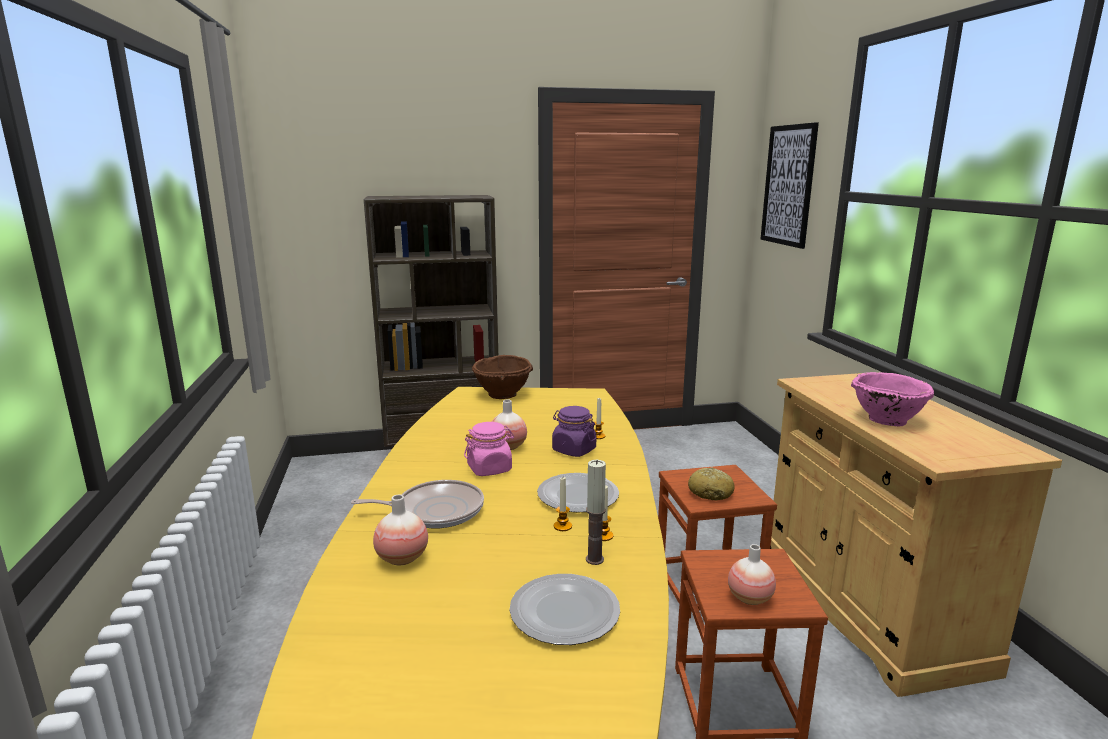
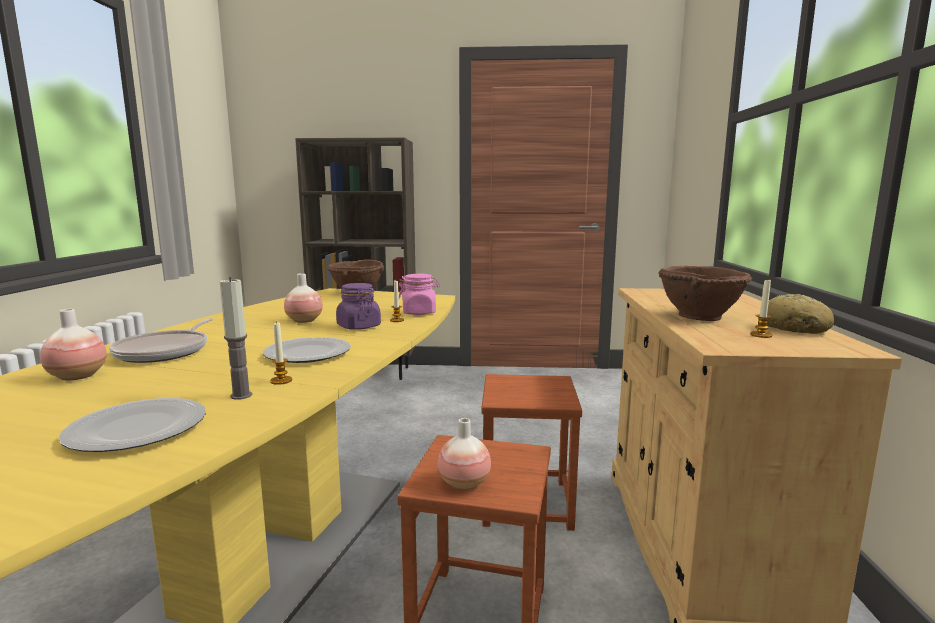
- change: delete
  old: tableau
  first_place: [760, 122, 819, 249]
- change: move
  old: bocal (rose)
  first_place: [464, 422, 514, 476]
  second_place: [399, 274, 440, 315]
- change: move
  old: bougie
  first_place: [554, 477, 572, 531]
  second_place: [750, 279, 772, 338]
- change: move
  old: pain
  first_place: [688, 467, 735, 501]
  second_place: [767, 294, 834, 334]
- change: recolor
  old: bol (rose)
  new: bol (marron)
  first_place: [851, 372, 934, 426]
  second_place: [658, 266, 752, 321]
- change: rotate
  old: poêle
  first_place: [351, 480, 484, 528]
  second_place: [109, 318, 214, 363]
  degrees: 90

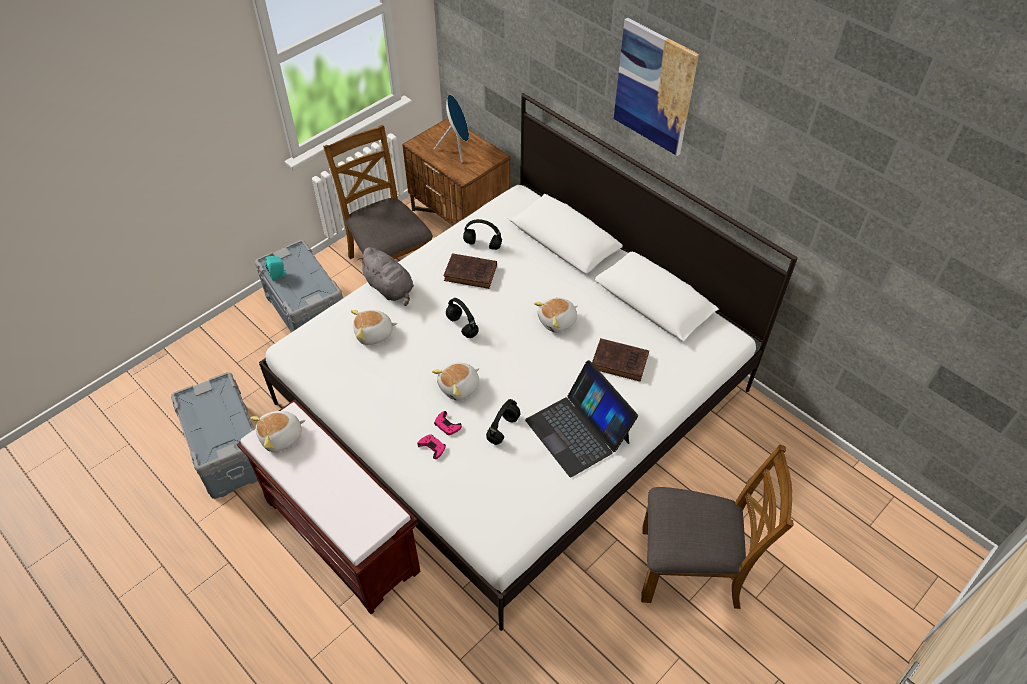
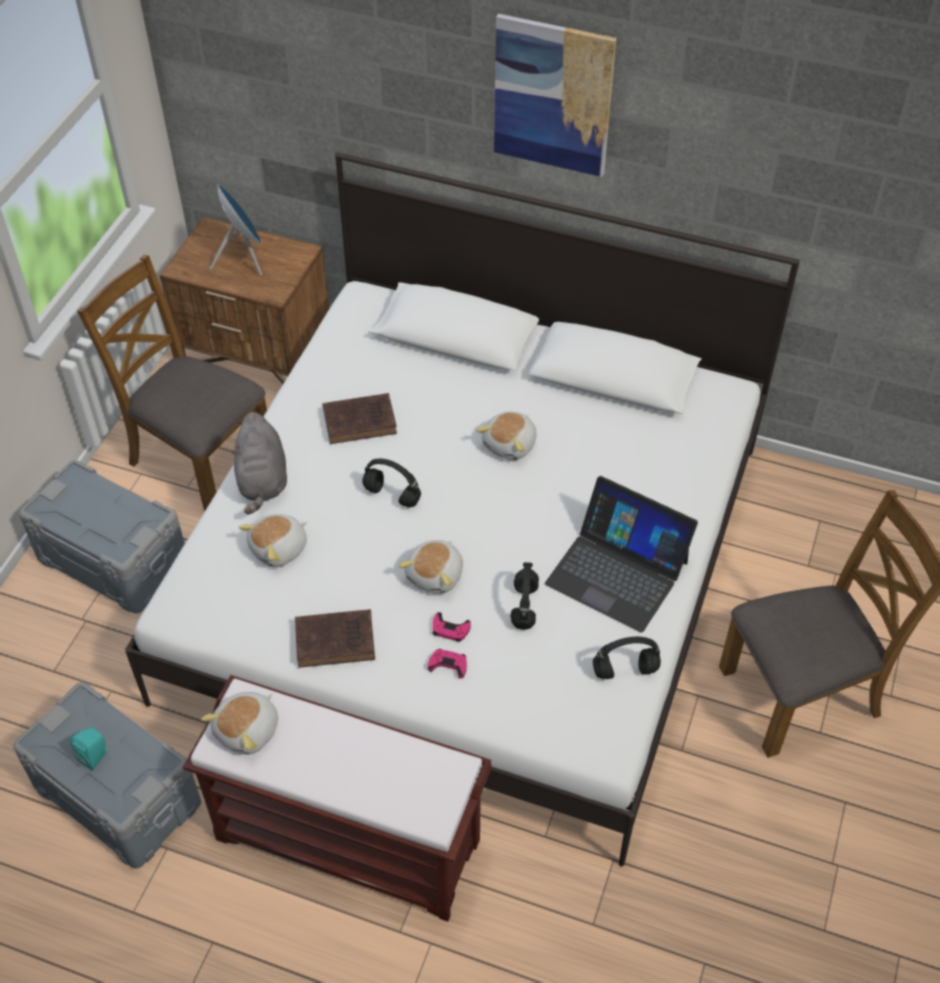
- change: move
  old: enceinte (turquoise)
  first_place: [265, 256, 286, 281]
  second_place: [70, 727, 107, 771]
- change: move
  old: casque audio (noir)
  first_place: [463, 219, 502, 250]
  second_place: [593, 637, 661, 679]
- change: move
  old: livre (marron)
  first_place: [592, 338, 649, 382]
  second_place: [295, 609, 375, 668]
- change: rotate
  old: peluche (gris)
  first_place: [357, 247, 414, 306]
  second_place: [232, 412, 287, 514]
  degrees: 60

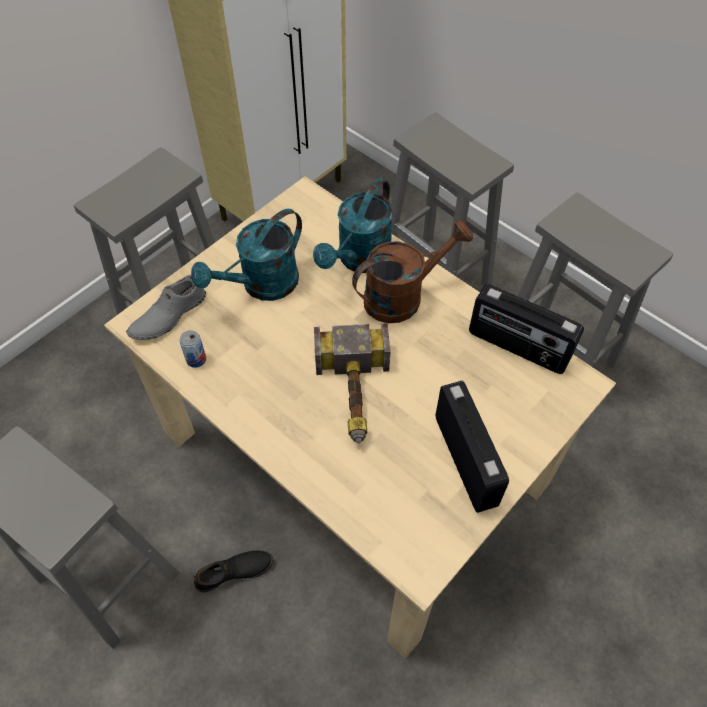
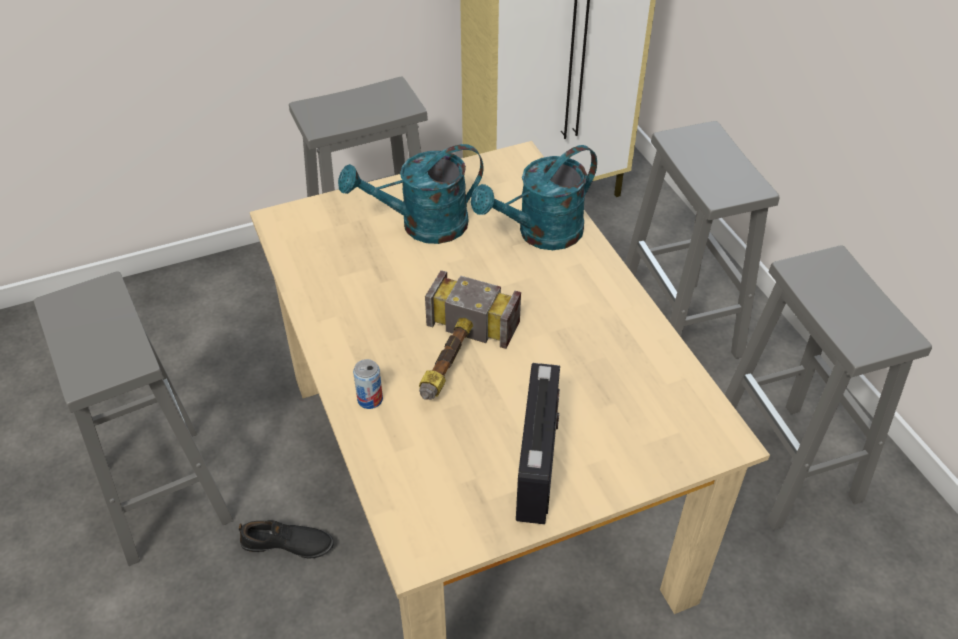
- change: delete
  old: chaussure (gris)
  first_place: [126, 275, 206, 340]
- change: delete
  old: arrosoir (marron)
  first_place: [352, 220, 473, 323]
- change: delete
  old: radio
  first_place: [469, 284, 584, 374]
- change: move
  old: boîte métallique
  first_place: [179, 330, 206, 368]
  second_place: [353, 359, 383, 409]

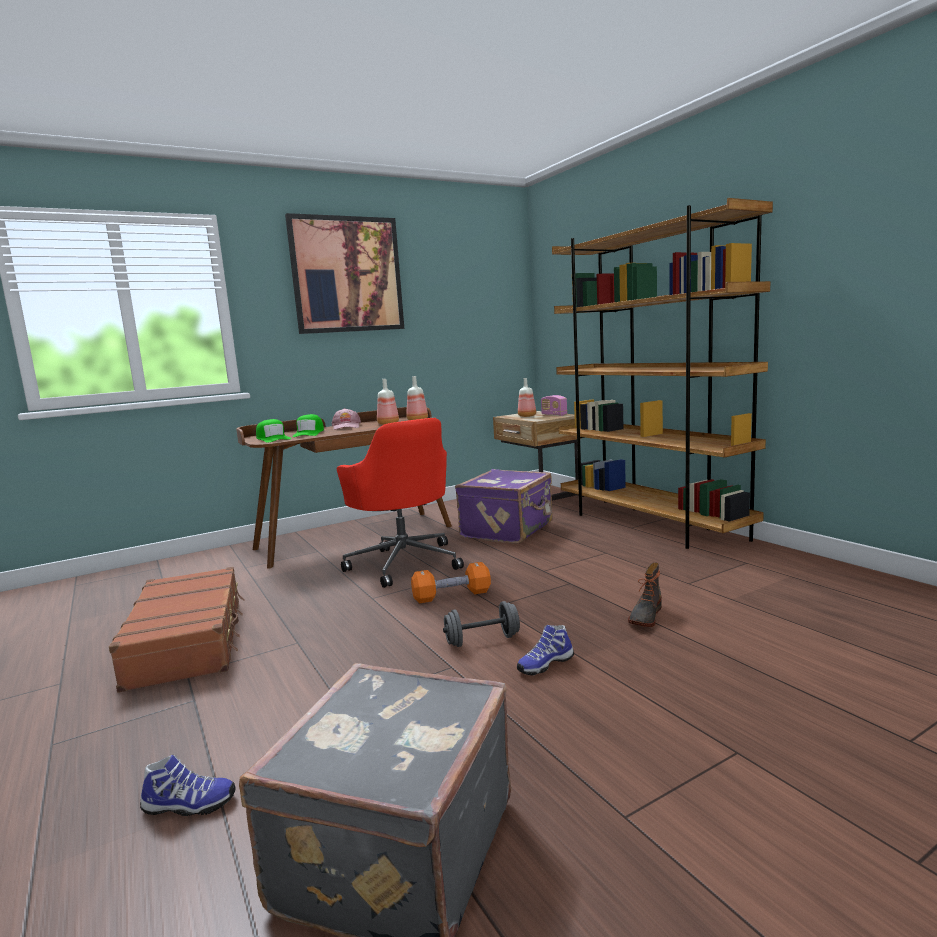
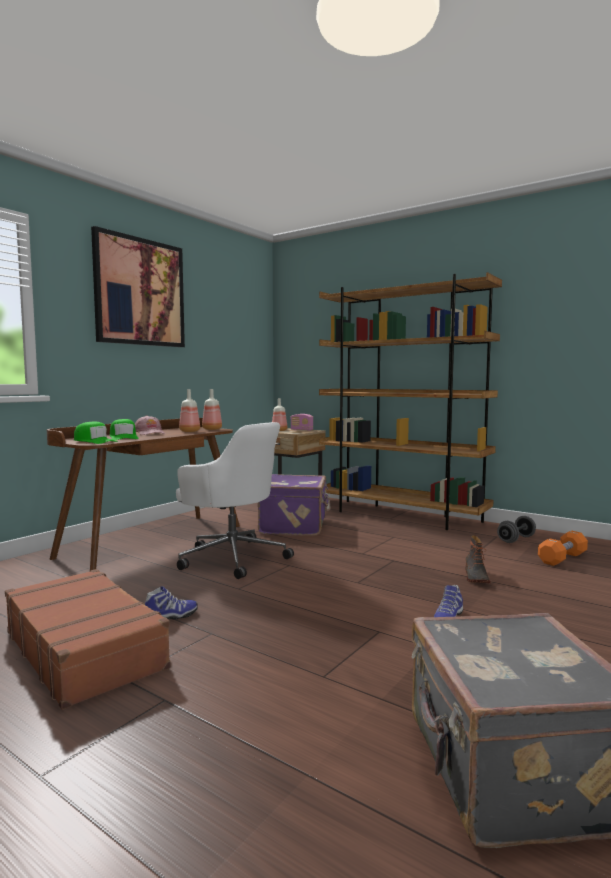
- change: move
  old: chaussure
  first_place: [140, 755, 236, 816]
  second_place: [145, 586, 198, 620]
- change: move
  old: haltère (orange)
  first_place: [411, 562, 491, 603]
  second_place: [538, 531, 588, 566]
- change: move
  old: haltère (gris)
  first_place: [443, 601, 520, 647]
  second_place: [497, 516, 536, 543]
- change: recolor
  old: chaise de bureau (rouge)
  new: chaise de bureau (blanc)
  first_place: [337, 418, 464, 588]
  second_place: [176, 422, 294, 579]

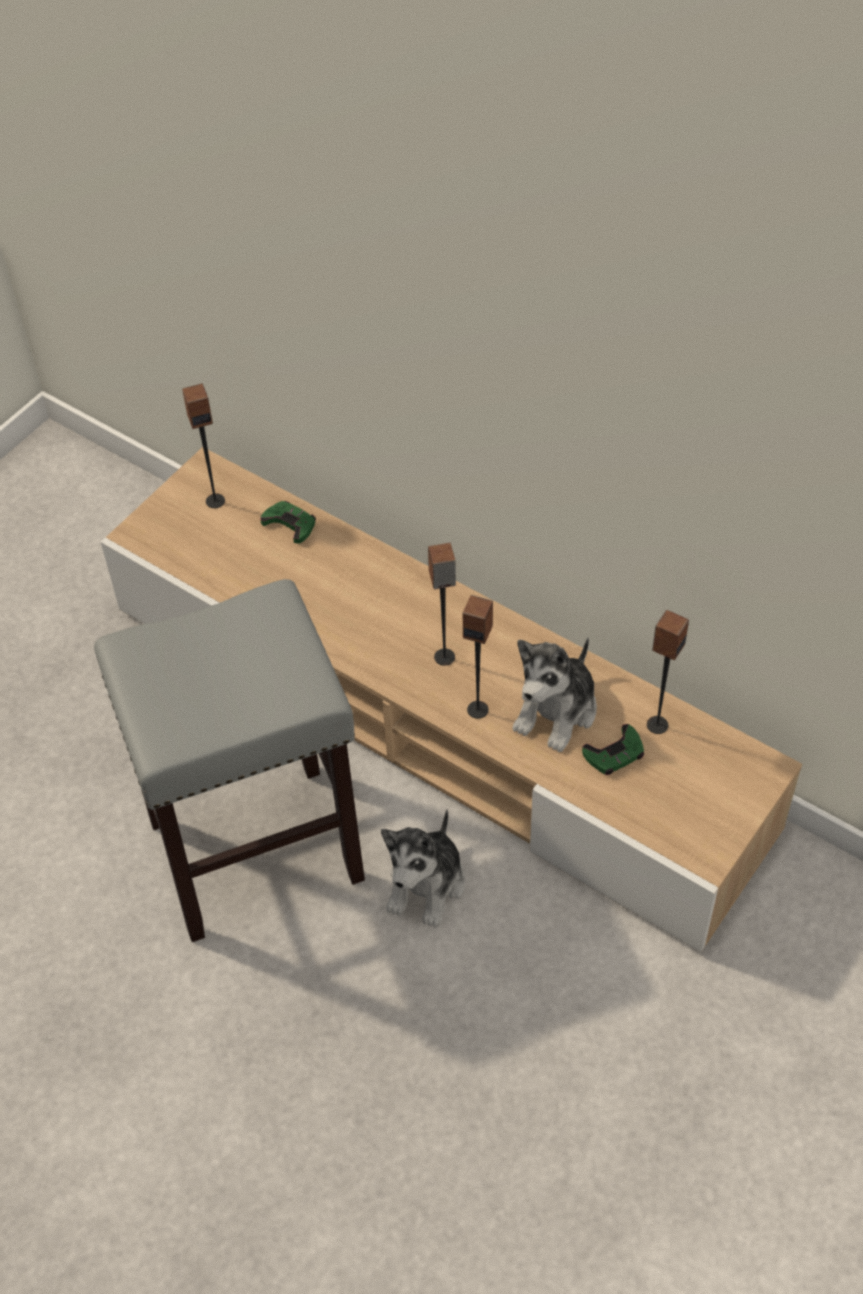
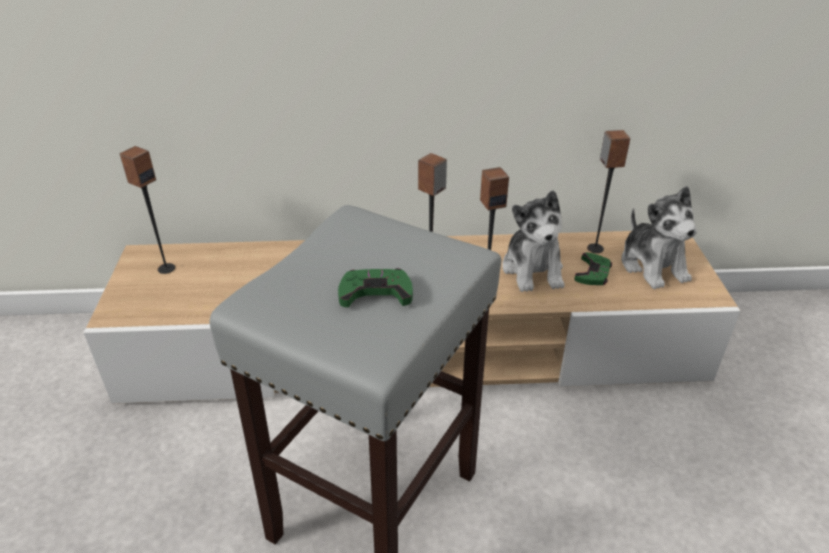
- change: move
  old: manette (vert)
  first_place: [260, 501, 316, 544]
  second_place: [338, 268, 413, 307]
- change: move
  old: peluche
  first_place: [381, 809, 465, 928]
  second_place: [621, 186, 697, 289]

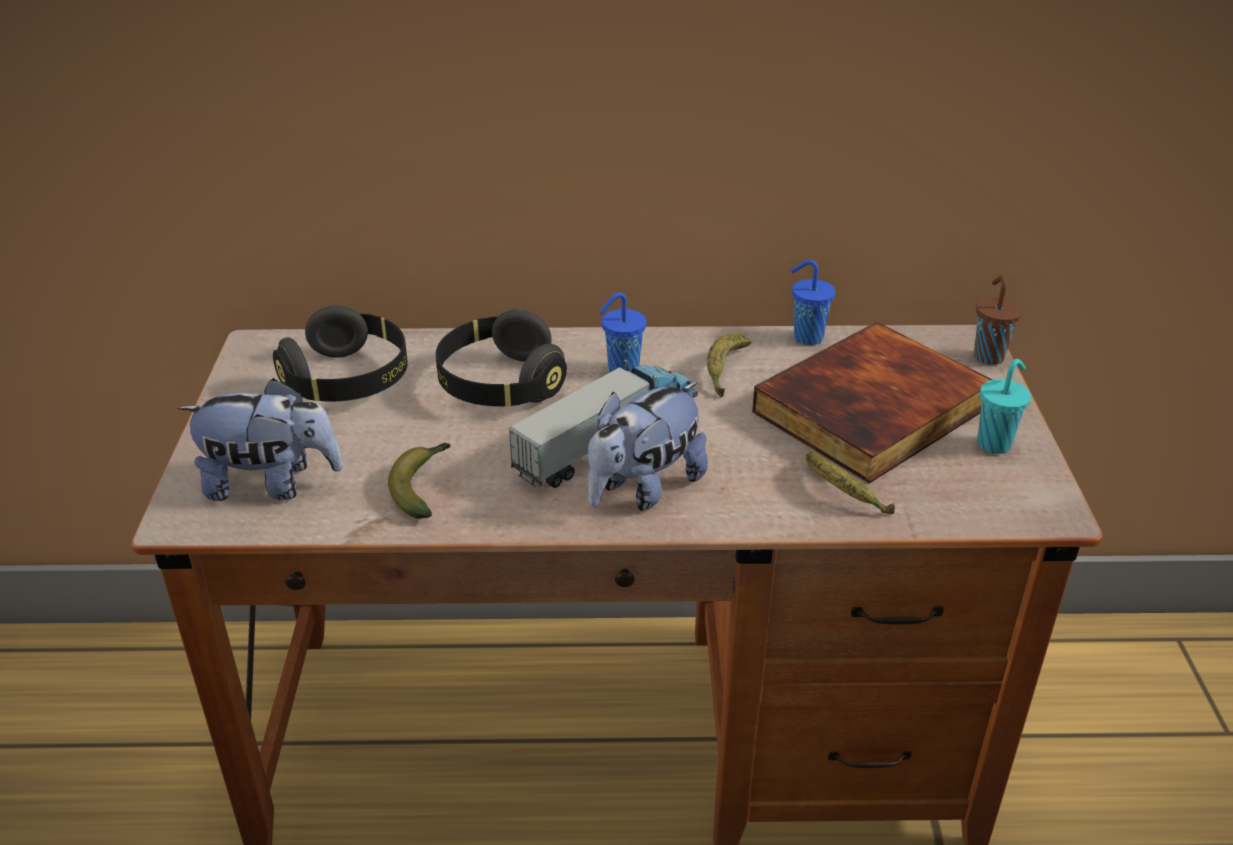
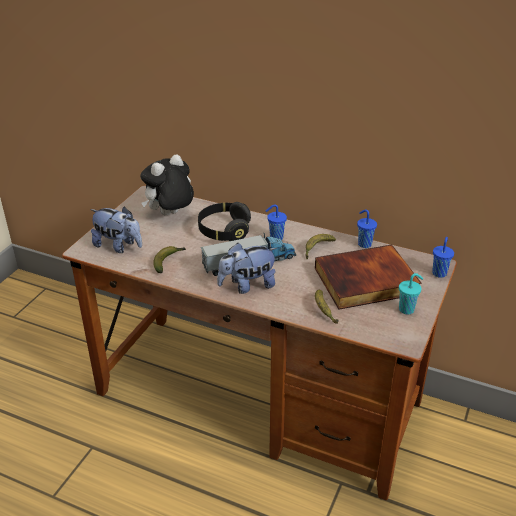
- change: replace
  old: casque audio (noir)
  new: peluche
  first_place: [273, 306, 408, 402]
  second_place: [140, 154, 194, 216]
- change: recolor
  old: tasse (marron)
  new: tasse (bleu)
  first_place: [974, 275, 1022, 365]
  second_place: [432, 237, 454, 278]

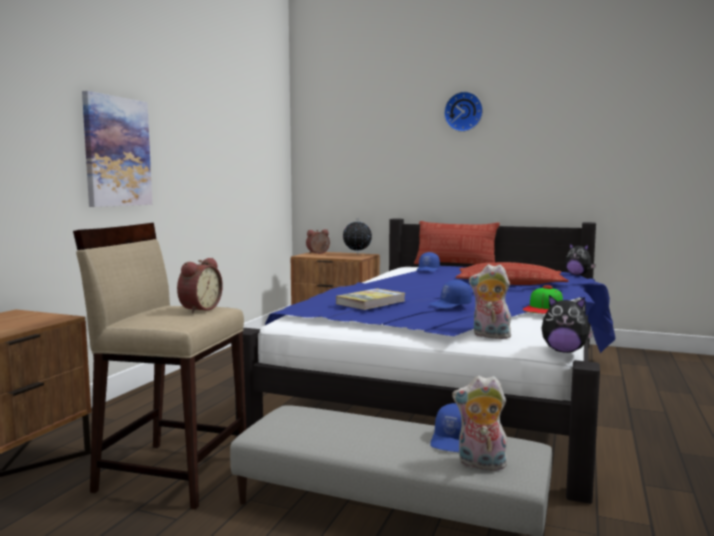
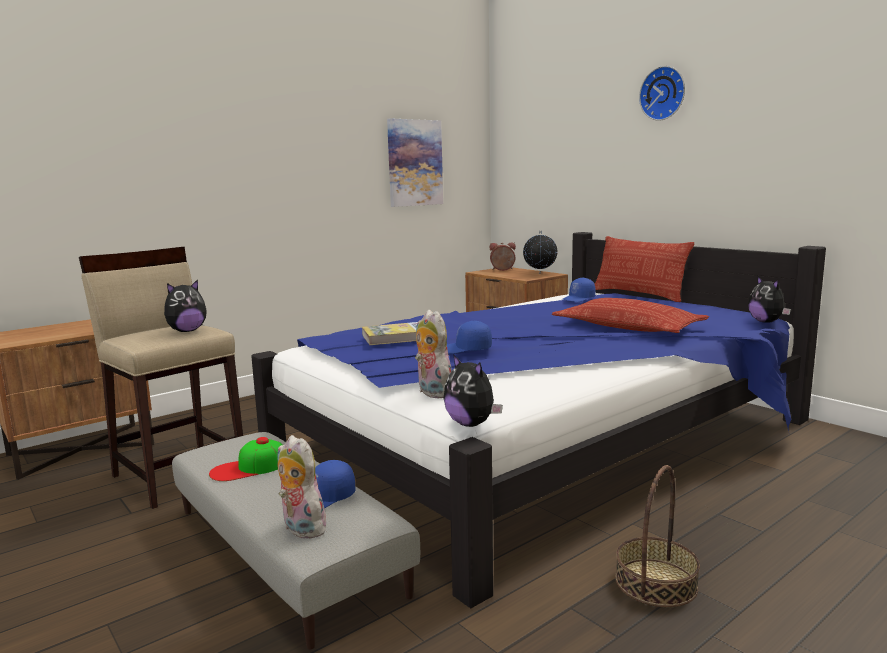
- change: insert
  new: panier
  second_place: [615, 465, 700, 607]
- change: move
  old: tableau
  first_place: [82, 91, 152, 207]
  second_place: [387, 118, 443, 207]
- change: move
  old: casquette
  first_place: [523, 285, 563, 314]
  second_place: [209, 437, 282, 481]
- change: replace
  old: réveil
  new: peluche
  first_place: [177, 258, 223, 313]
  second_place: [164, 280, 207, 332]

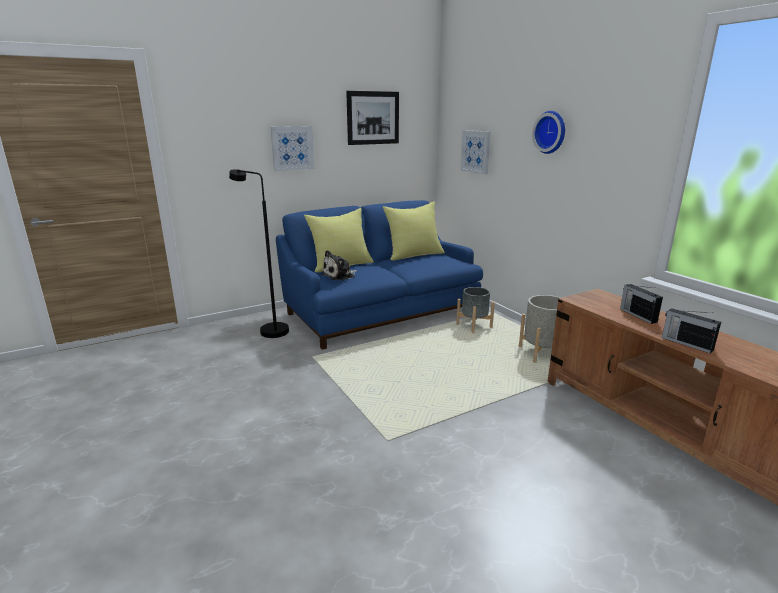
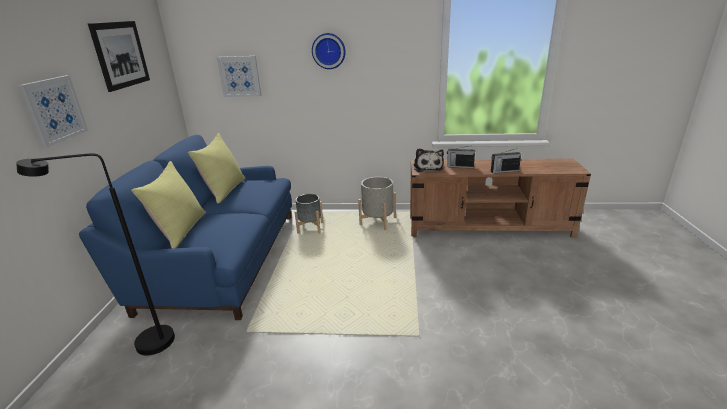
- change: move
  old: peluche
  first_place: [321, 250, 357, 281]
  second_place: [414, 148, 444, 172]

